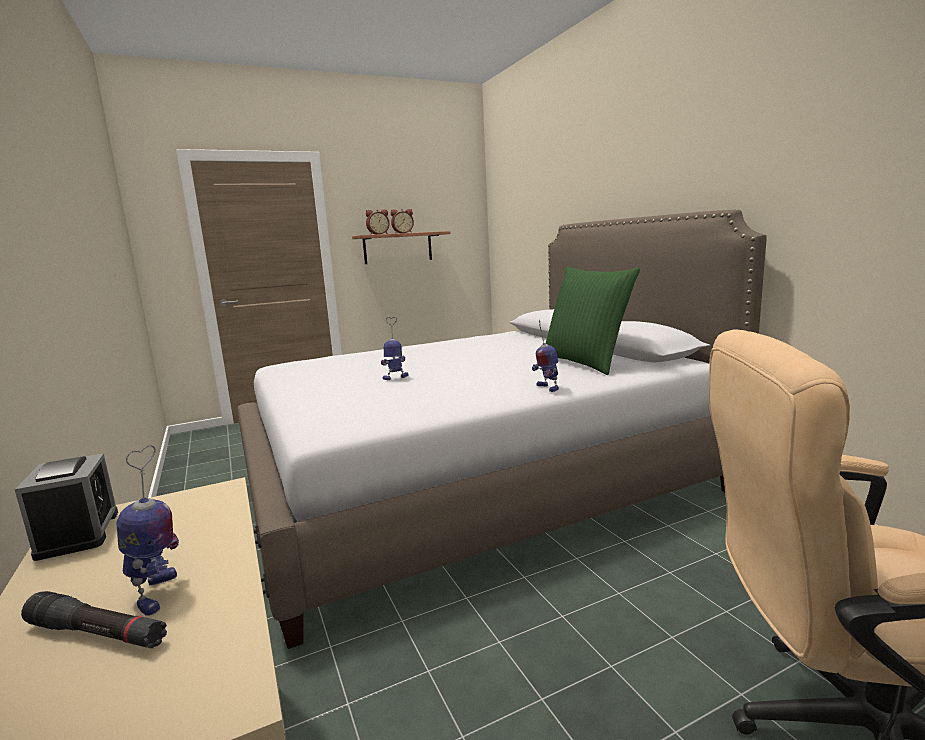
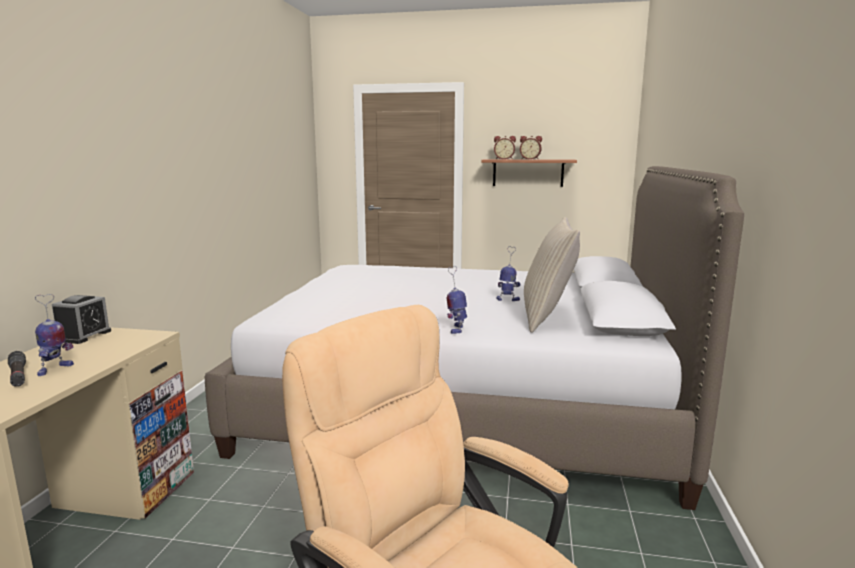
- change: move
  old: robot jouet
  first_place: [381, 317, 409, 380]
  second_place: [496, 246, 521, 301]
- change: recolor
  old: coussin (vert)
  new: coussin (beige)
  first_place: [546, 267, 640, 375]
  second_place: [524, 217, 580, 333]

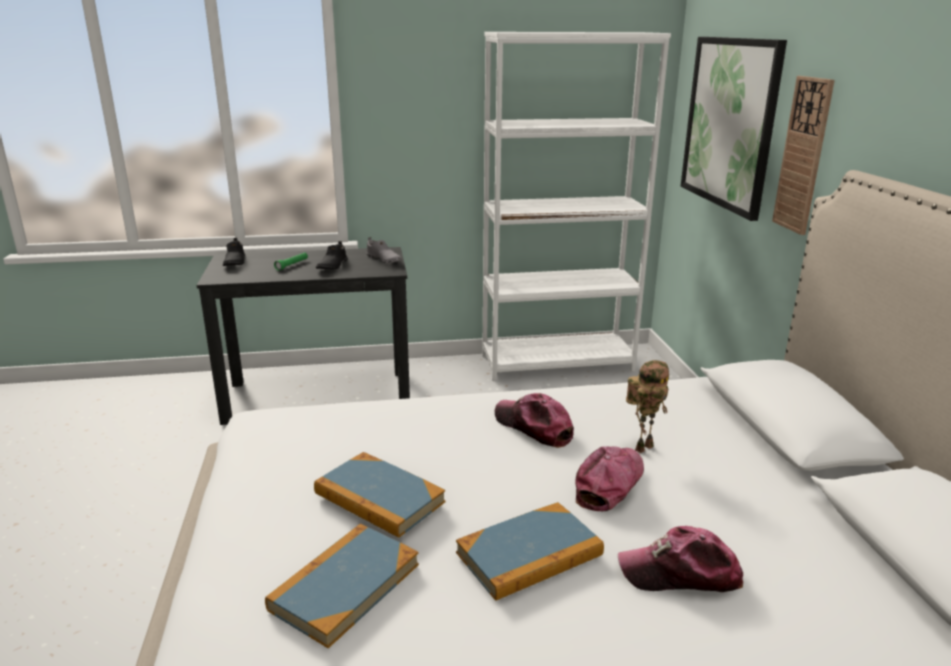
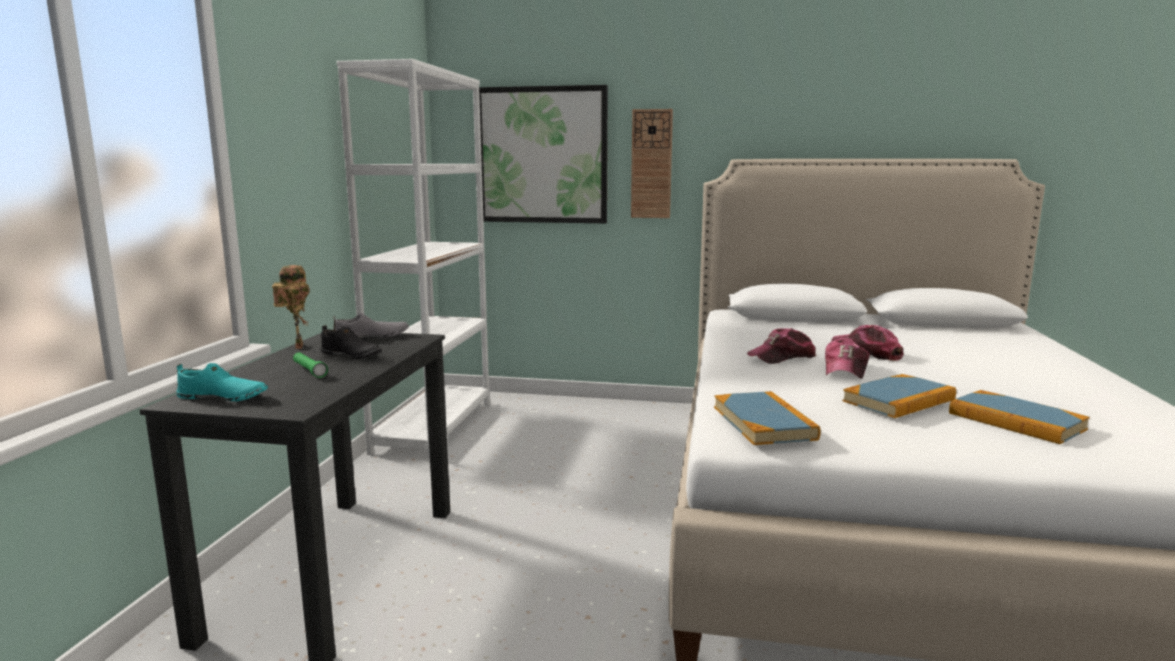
- change: move
  old: livre
  first_place: [456, 502, 604, 601]
  second_place: [714, 391, 821, 445]
- change: move
  old: casquette
  first_place: [618, 526, 743, 592]
  second_place: [825, 337, 870, 379]
- change: move
  old: robot jouet
  first_place: [626, 360, 669, 453]
  second_place: [272, 265, 310, 349]
- change: recolor
  old: chaussure (noir)
  new: chaussure (turquoise)
  first_place: [223, 238, 245, 266]
  second_place: [176, 363, 268, 401]

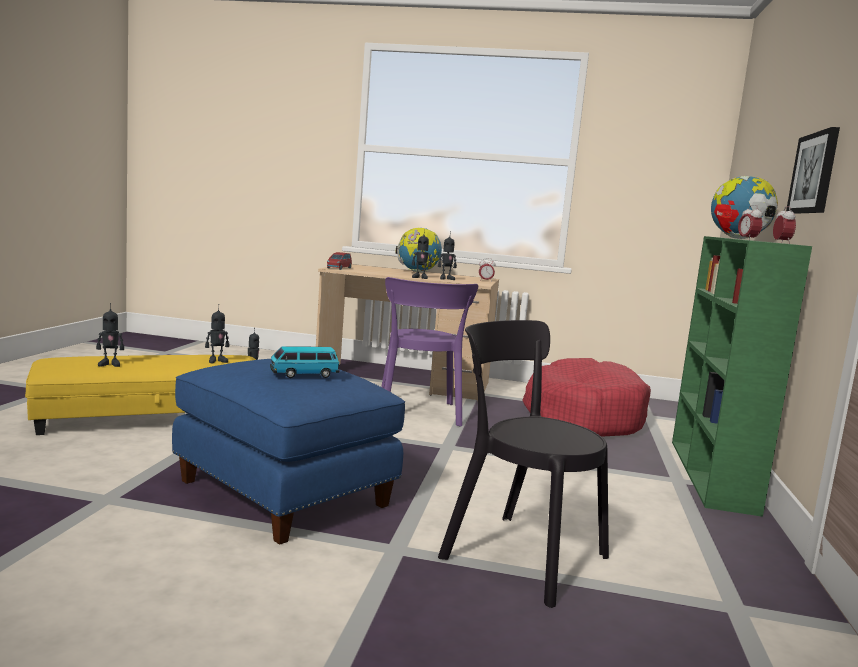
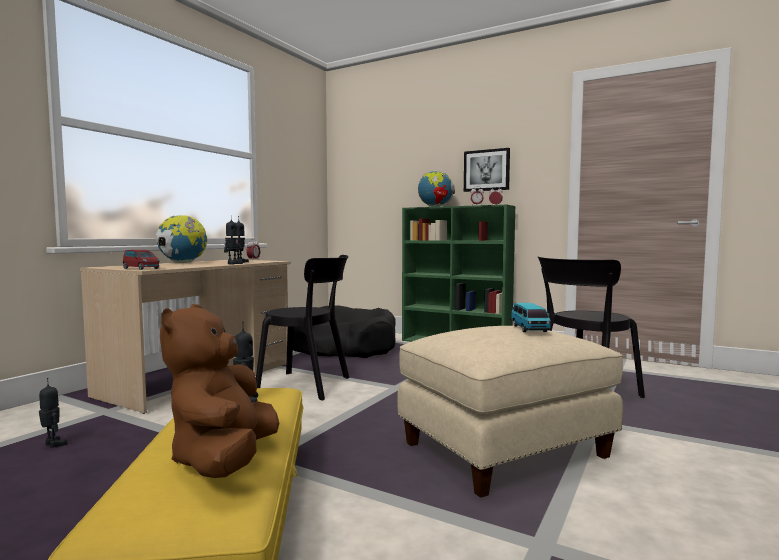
- change: replace
  old: robot jouet
  new: peluche (marron)
  first_place: [96, 303, 124, 367]
  second_place: [160, 304, 279, 478]
- change: recolor
  old: pouf (bleu)
  new: pouf (beige)
  first_place: [172, 359, 405, 545]
  second_place: [398, 326, 623, 498]
- change: recolor
  old: chaise (violet)
  new: chaise (noir)
  first_place: [381, 277, 478, 426]
  second_place: [256, 255, 349, 401]
- change: recolor
  old: panier pour chien (rouge)
  new: panier pour chien (noir)
  first_place: [522, 358, 651, 437]
  second_place: [293, 305, 396, 358]

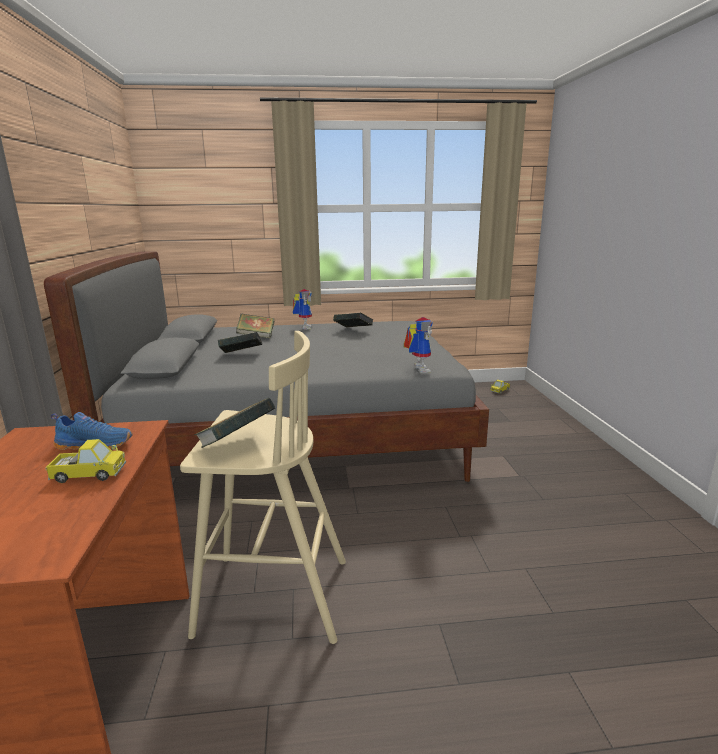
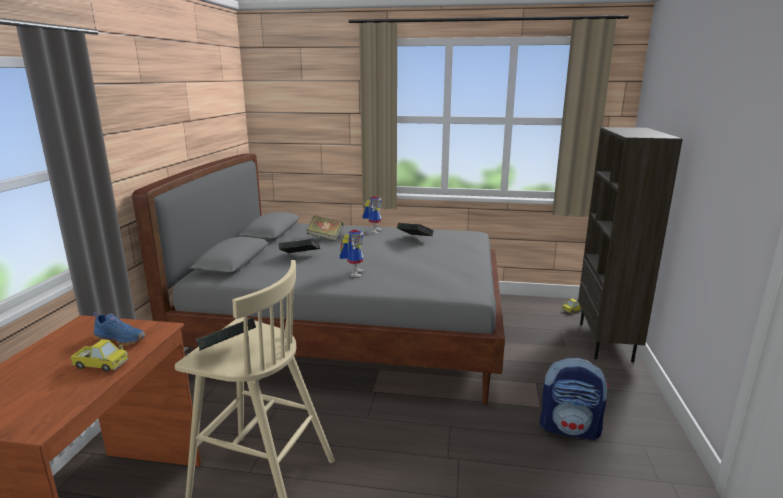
- change: insert
  new: sac à dos
  second_place: [539, 357, 609, 441]
- change: insert
  new: bibliothèque (marron)
  second_place: [578, 127, 683, 362]
- change: move
  old: robot jouet
  first_place: [404, 317, 433, 373]
  second_place: [340, 229, 364, 277]

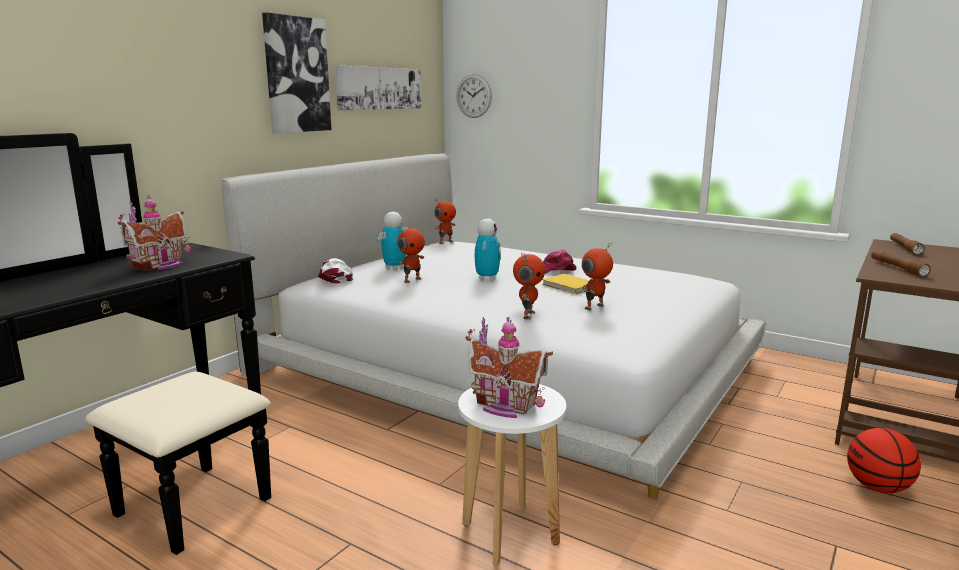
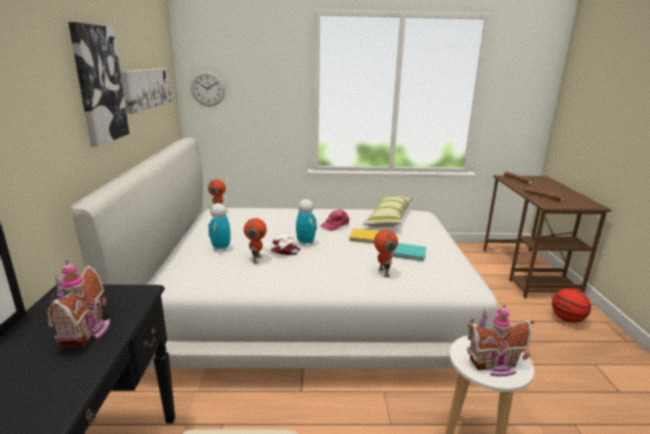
- change: insert
  new: coussin
  second_place: [362, 196, 413, 227]
- change: move
  old: casquette (blanc)
  first_place: [318, 258, 353, 284]
  second_place: [262, 235, 300, 255]
- change: replace
  old: robot jouet
  new: livre (turquoise)
  first_place: [582, 242, 613, 310]
  second_place: [390, 243, 426, 262]

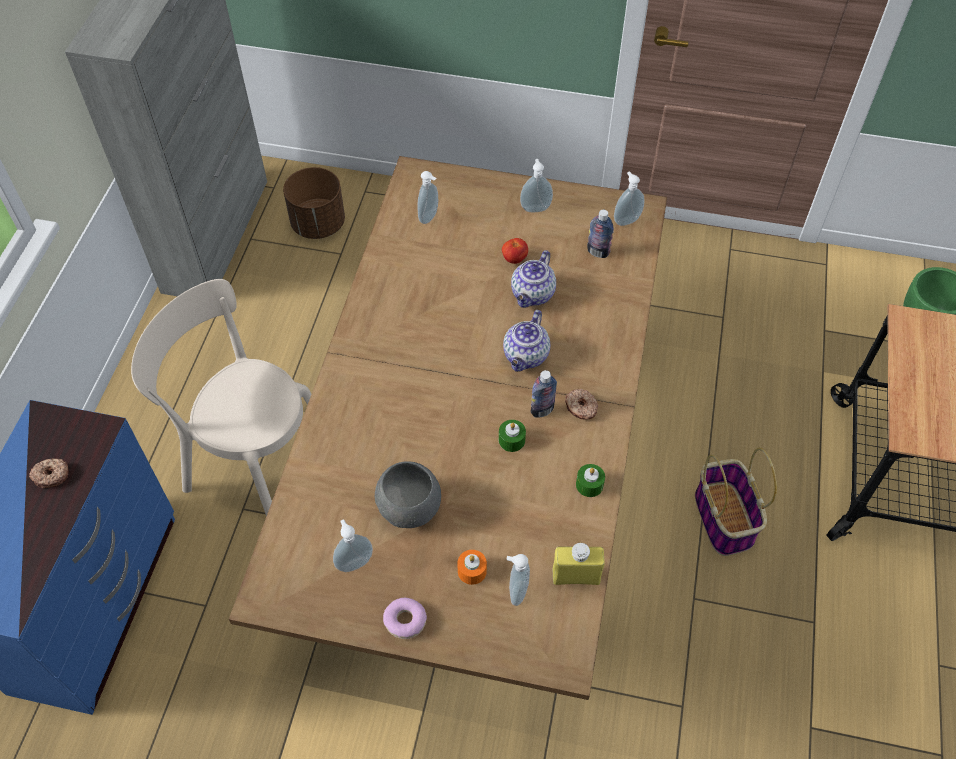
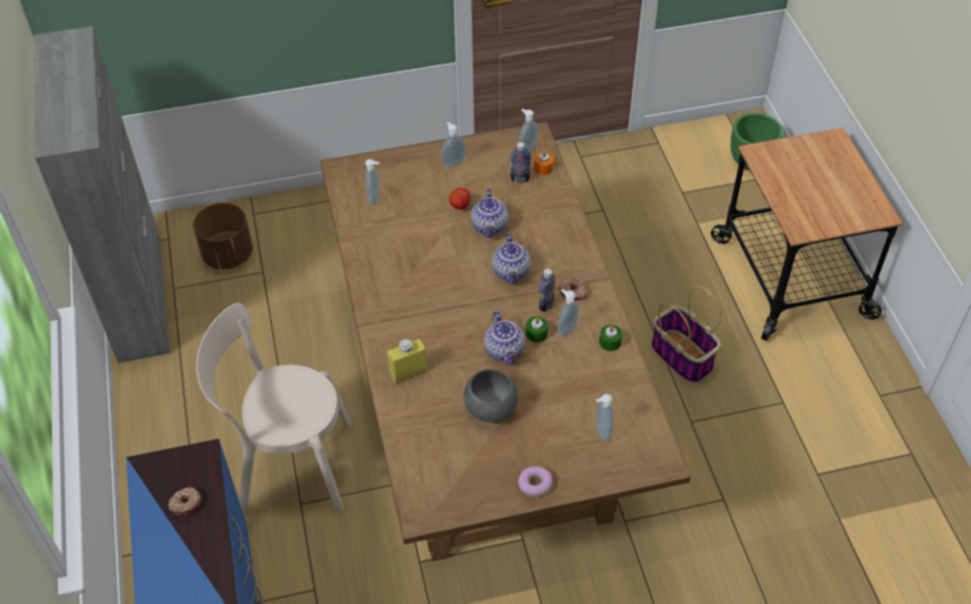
- change: insert
  new: théière
  second_place: [484, 310, 525, 365]
- change: move
  old: distributeur de savon
  first_place: [333, 519, 373, 572]
  second_place: [558, 289, 579, 336]
- change: move
  old: bougie (orange)
  first_place: [457, 550, 487, 585]
  second_place: [534, 151, 554, 175]
- change: move
  old: bouteille (jaune)
  first_place: [553, 543, 605, 585]
  second_place: [387, 339, 427, 383]

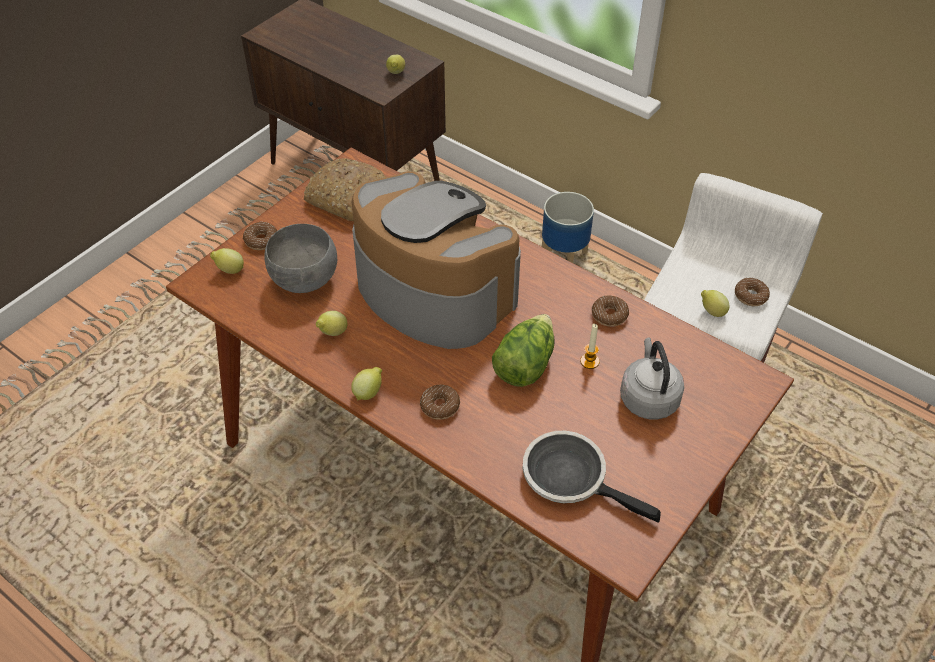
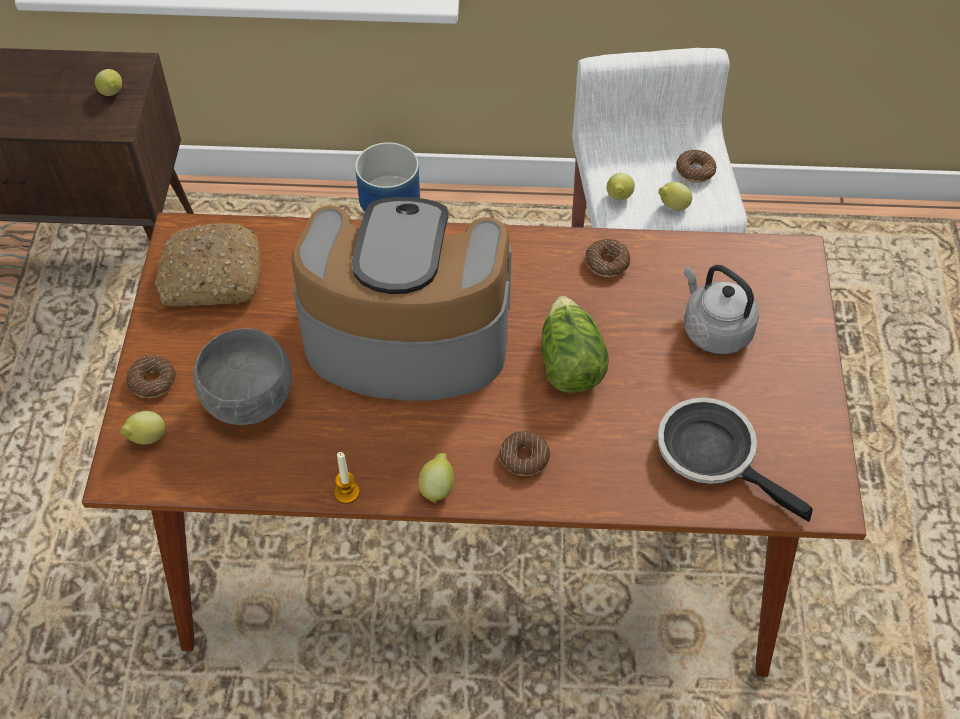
- change: move
  old: citron
  first_place: [316, 311, 348, 336]
  second_place: [607, 173, 635, 200]
- change: move
  old: bougie
  first_place: [580, 324, 599, 369]
  second_place: [334, 452, 360, 504]
- change: rotate
  old: poêle
  first_place: [523, 431, 661, 523]
  second_place: [658, 398, 813, 522]
  degrees: 45

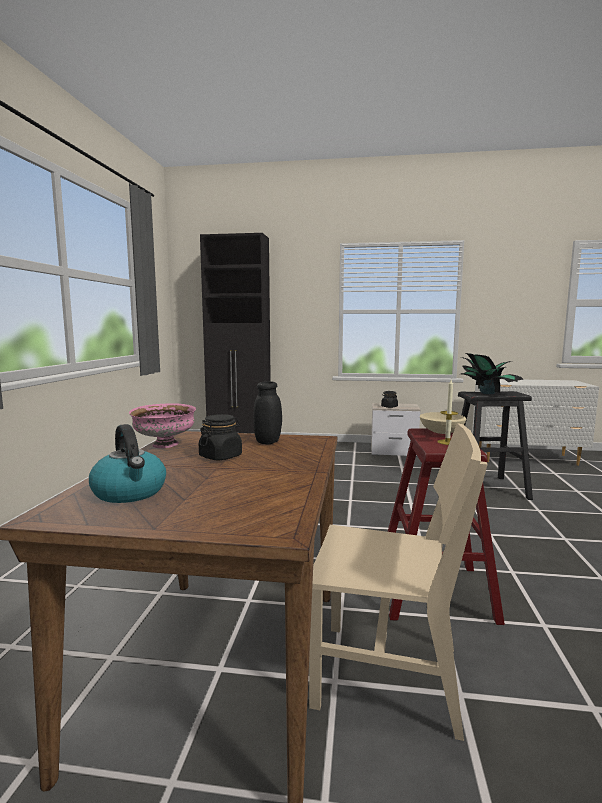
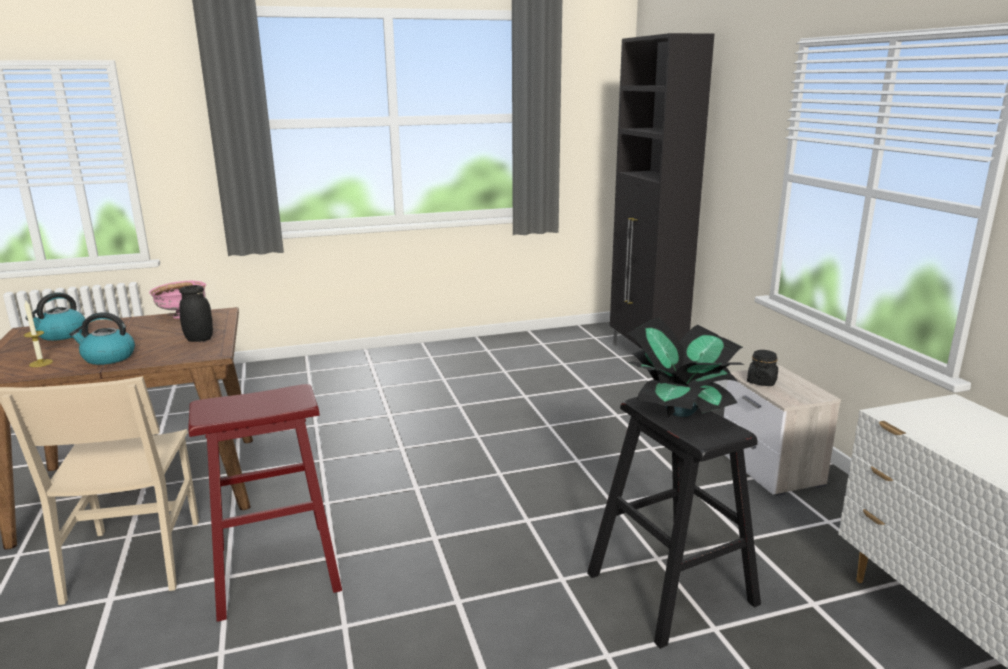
- change: delete
  old: bocal (noir)
  first_place: [199, 414, 242, 460]
- change: delete
  old: bol (beige)
  first_place: [420, 412, 466, 434]
- change: insert
  new: bouilloire
  second_place: [69, 312, 135, 365]
- change: move
  old: bougie
  first_place: [437, 380, 458, 445]
  second_place: [24, 299, 53, 367]

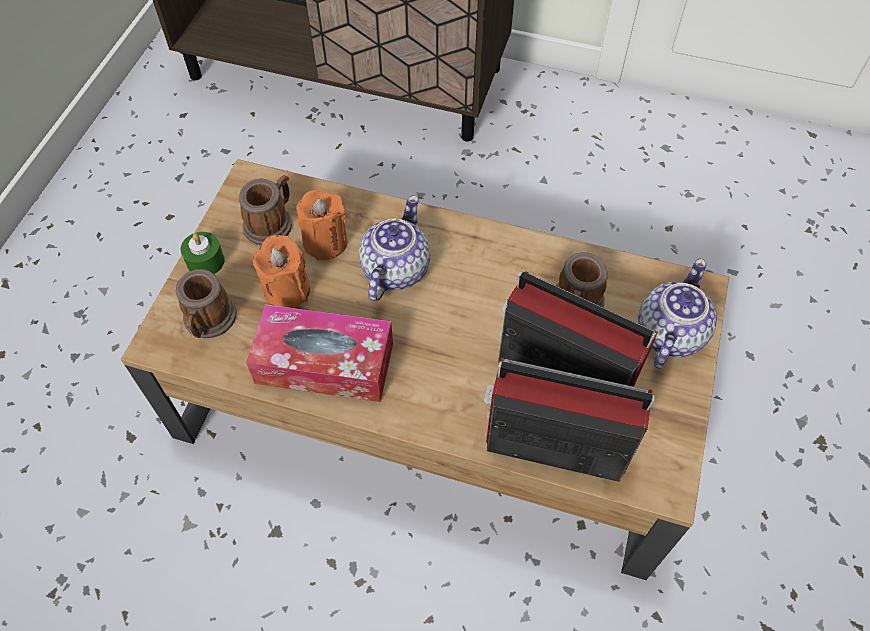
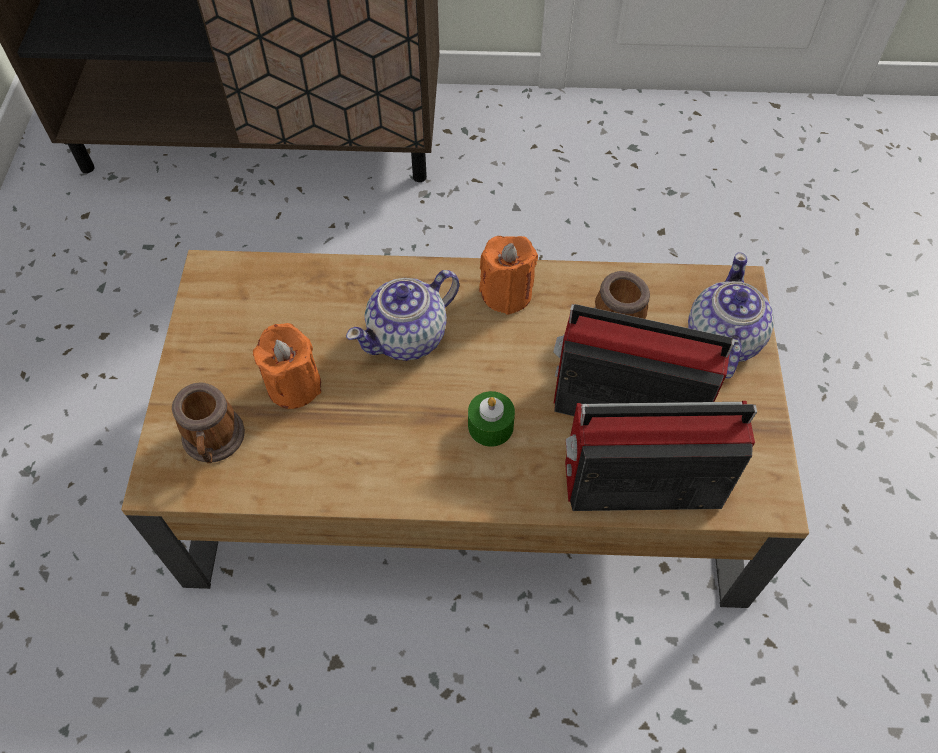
- change: delete
  old: mug
  first_place: [239, 175, 292, 245]
- change: delete
  old: boîte à mouchoirs
  first_place: [246, 304, 393, 402]
- change: move
  old: bougie (vert)
  first_place: [181, 232, 225, 274]
  second_place: [468, 391, 515, 447]
- change: move
  old: bougie (orange)
  first_place: [296, 190, 347, 260]
  second_place: [479, 236, 538, 315]
- change: rotate
  old: théière
  first_place: [359, 195, 430, 301]
  second_place: [346, 270, 459, 361]
  degrees: -135

